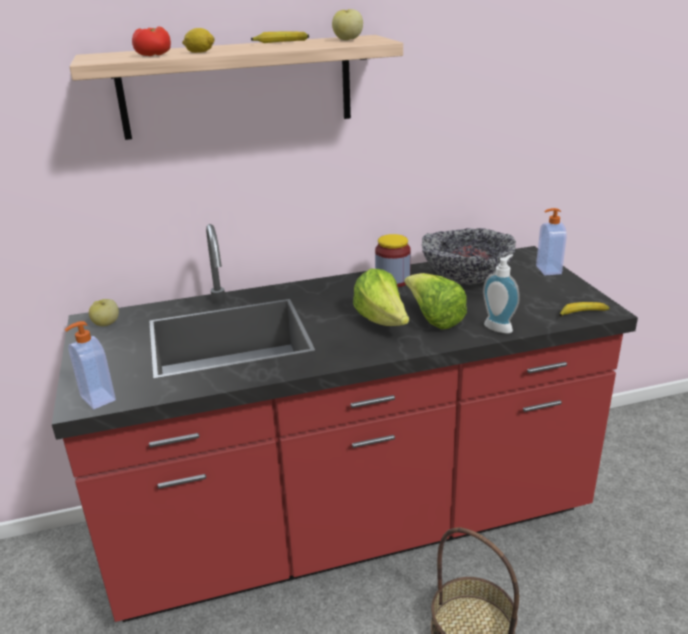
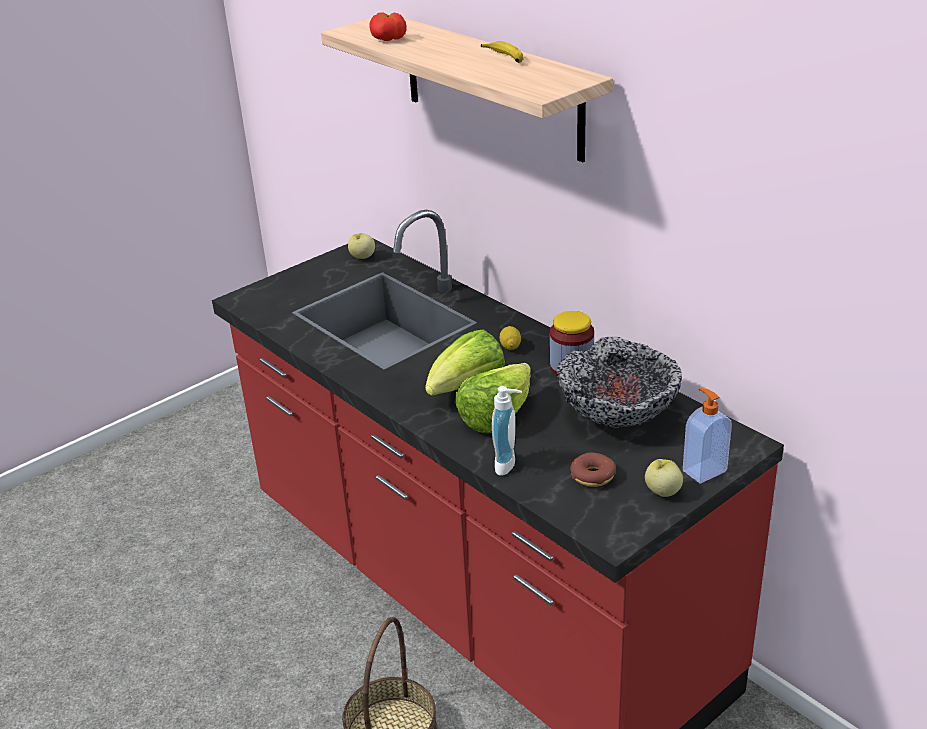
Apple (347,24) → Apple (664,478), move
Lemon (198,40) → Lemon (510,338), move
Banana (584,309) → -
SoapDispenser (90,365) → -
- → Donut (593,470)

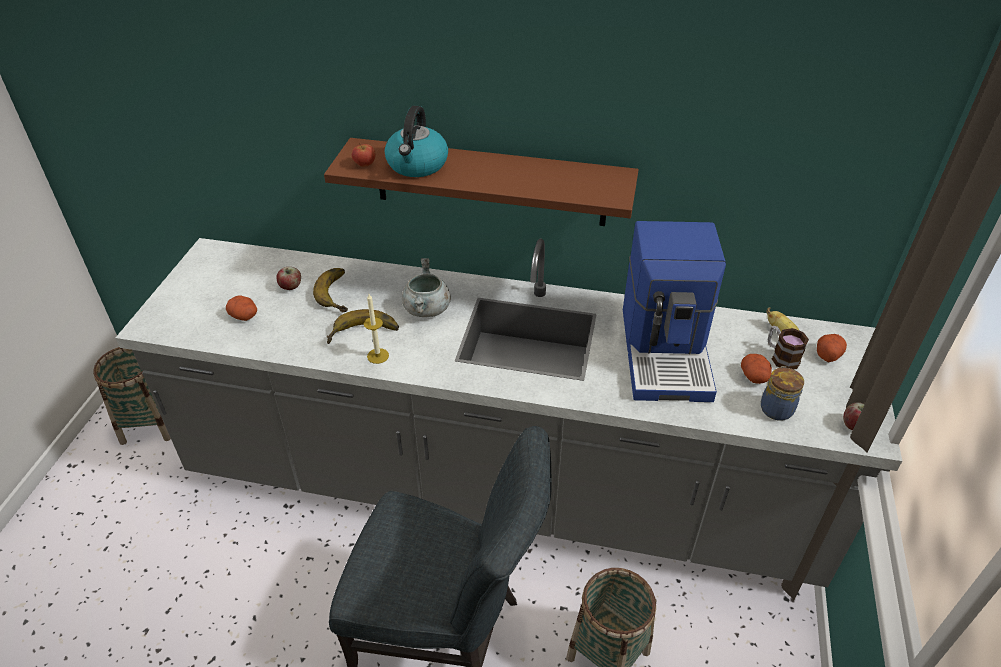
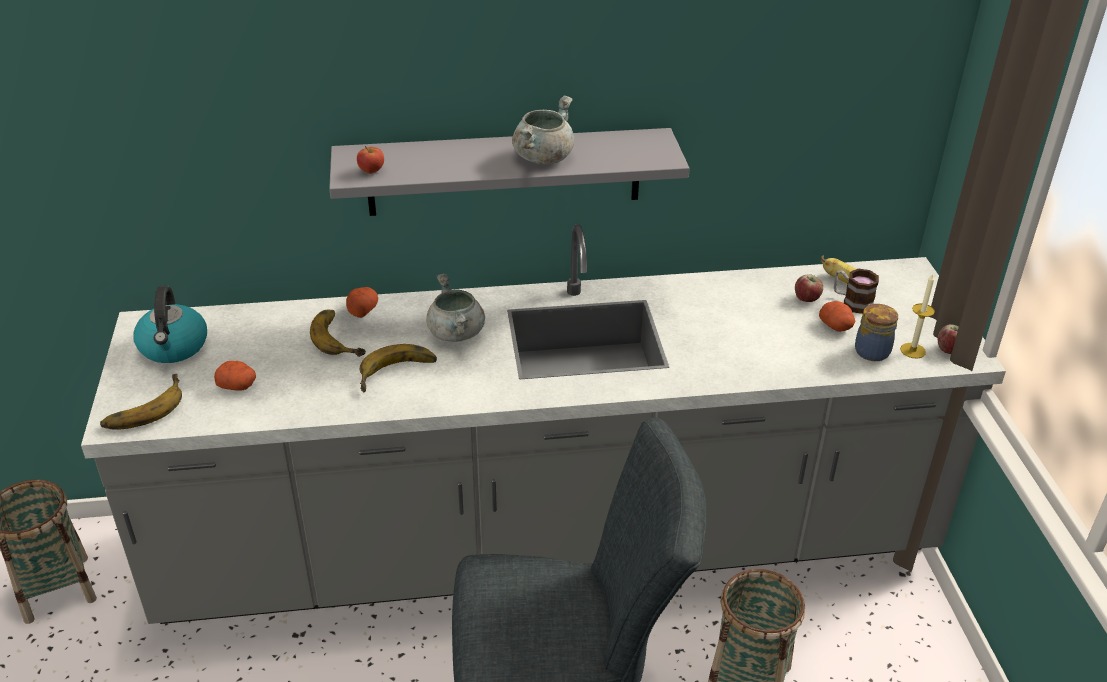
Kettle (416,141) → Kettle (170,324), move
BrownShelf (481,182) → GreyShelf (509,172)
CoffeeMachine (674,311) → -
Apple (288,278) → Apple (809,288), move
Candle (376,329) → Candle (917,316), move
Potato (832,348) → Potato (362,302), move
- → GreyCookingPot (543,129)
- → Banana (141,402)

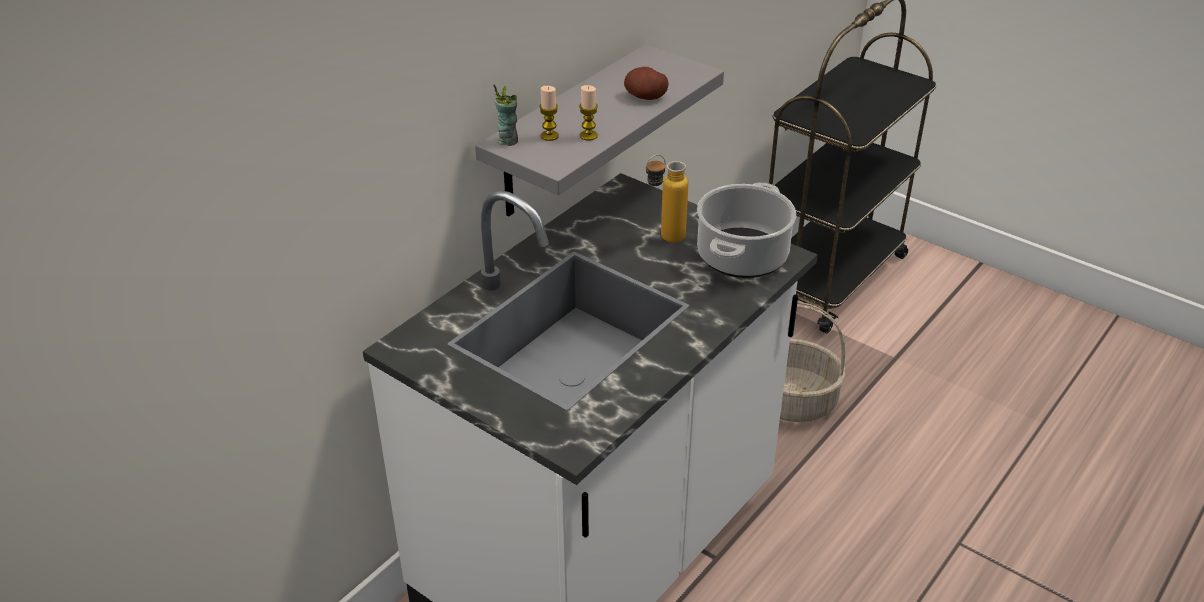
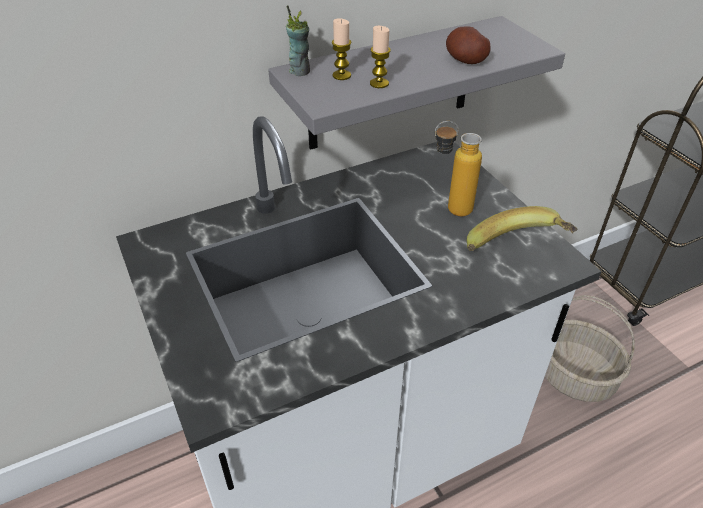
CookingPot (746,230) → Banana (522,228)

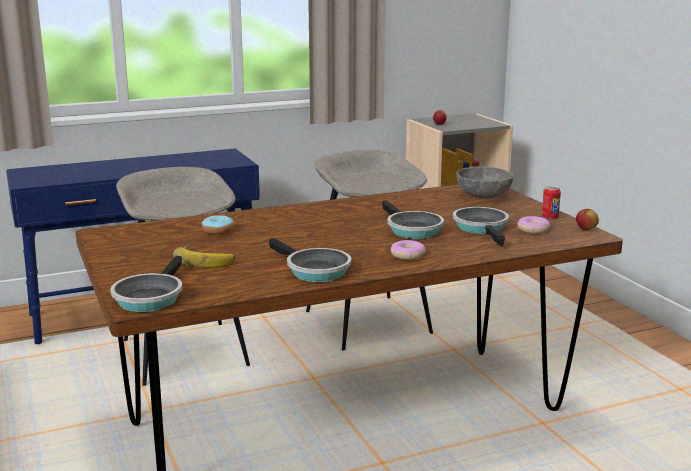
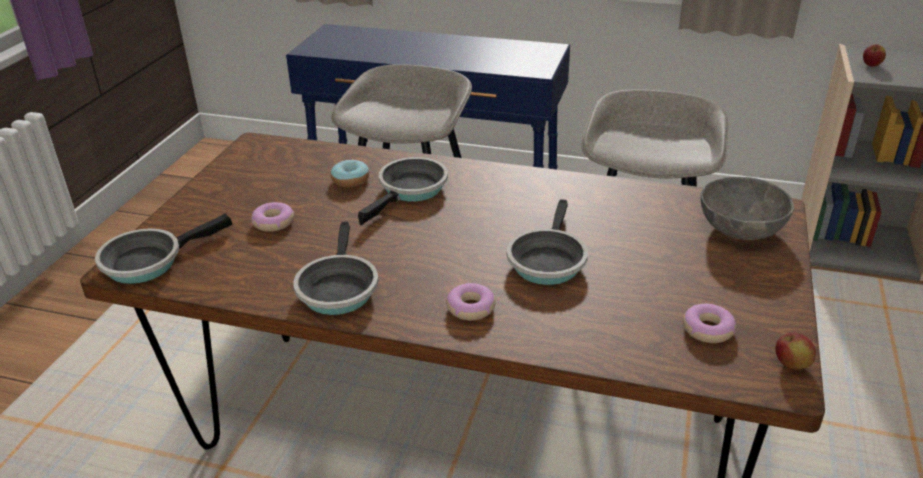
Can (551,203) → -
FryingPan (481,227) → FryingPan (403,191), move
Banana (204,255) → Donut (272,217)

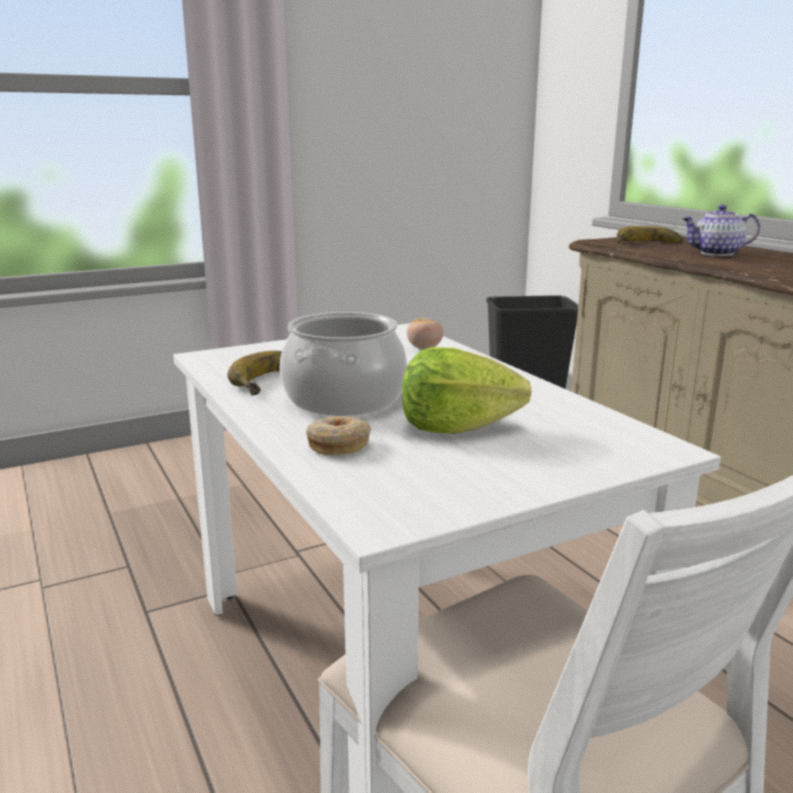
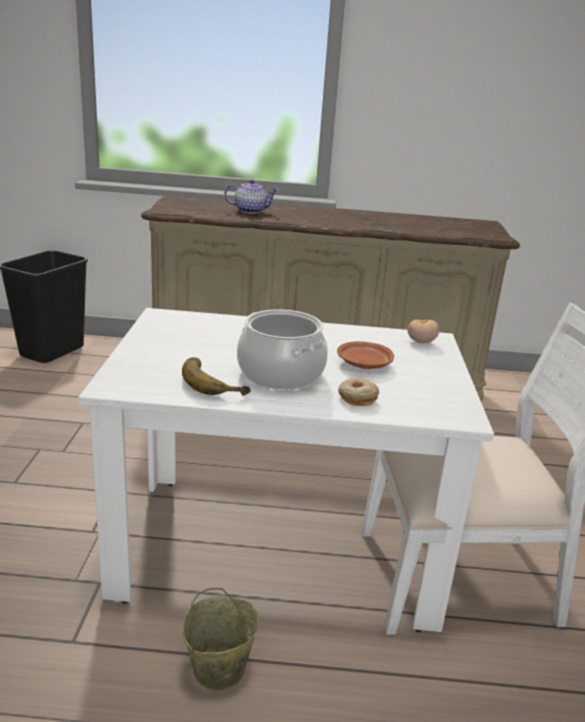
Teapot (720,230) → Teapot (251,196), 120 degrees counterclockwise
Banana (650,234) → -
Tomato (425,334) → Tomato (423,331), move
Lettuce (467,390) → BrownPlate (365,355)
- → BeigeBucket (220,639)

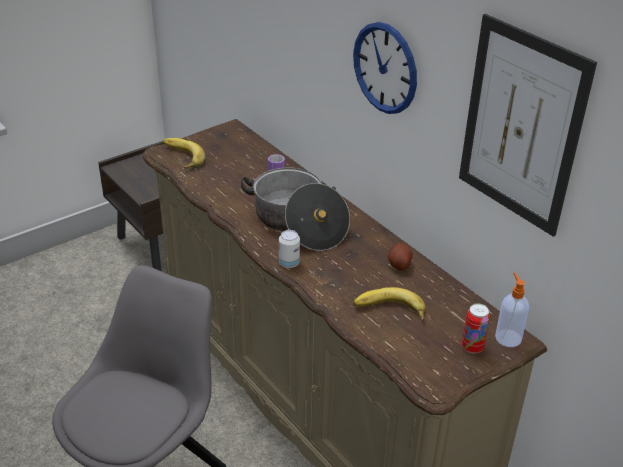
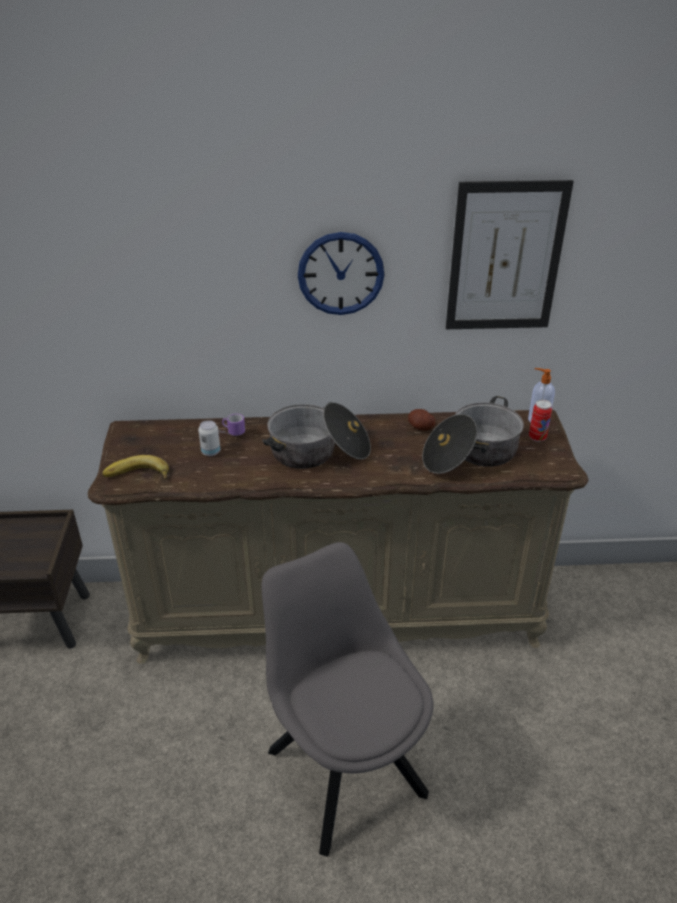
Can (289,249) → Can (209,438), move
Banana (389,304) → CookingPot (473,435)

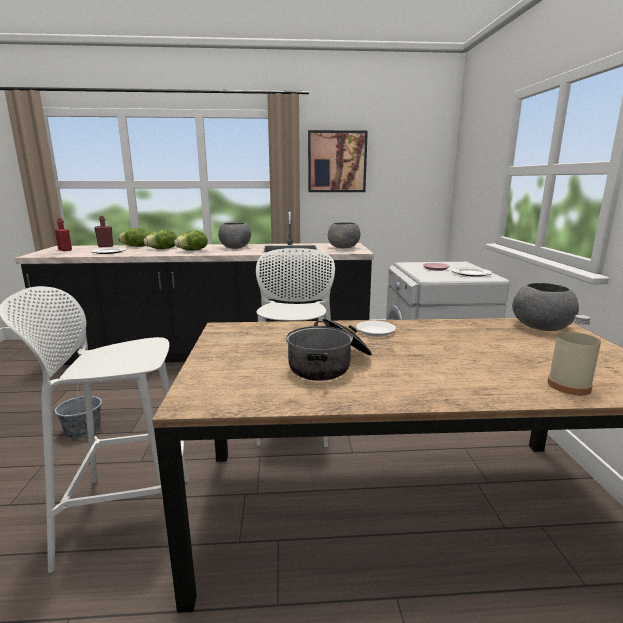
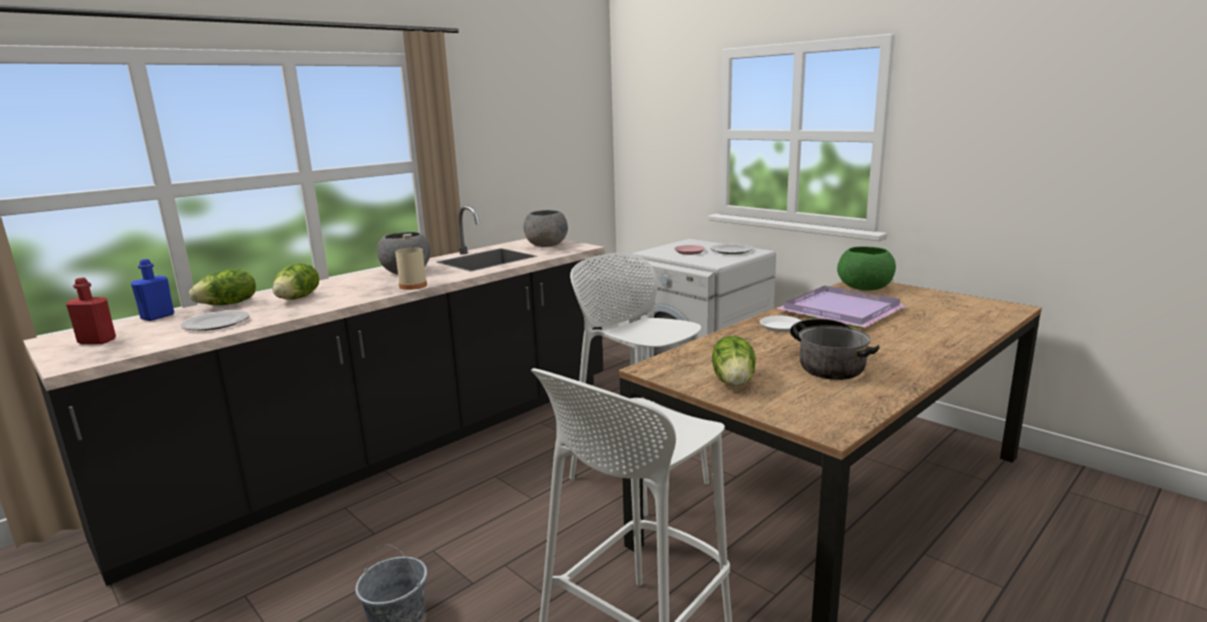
Picture (338,161) → -
RedBottle (104,231) → BlueBottle (152,290)
Lettuce (191,241) → Lettuce (734,361), move
GreyBowl (545,307) → GreenBowl (866,269)
BeigeBottle (574,355) → BeigeBottle (411,262), move
- → PurpleTray (841,307)

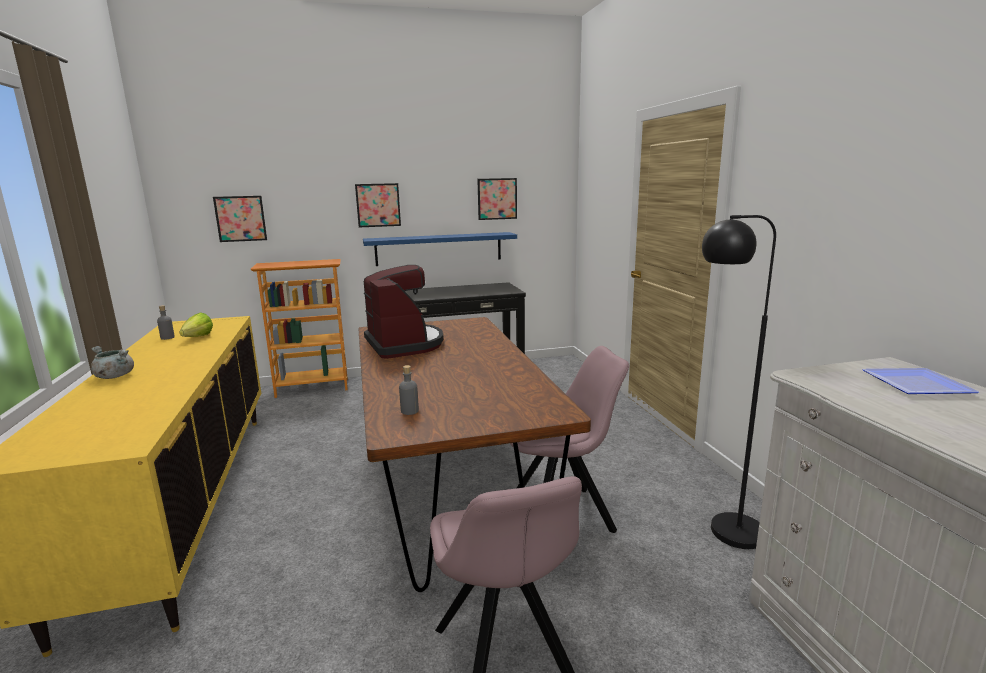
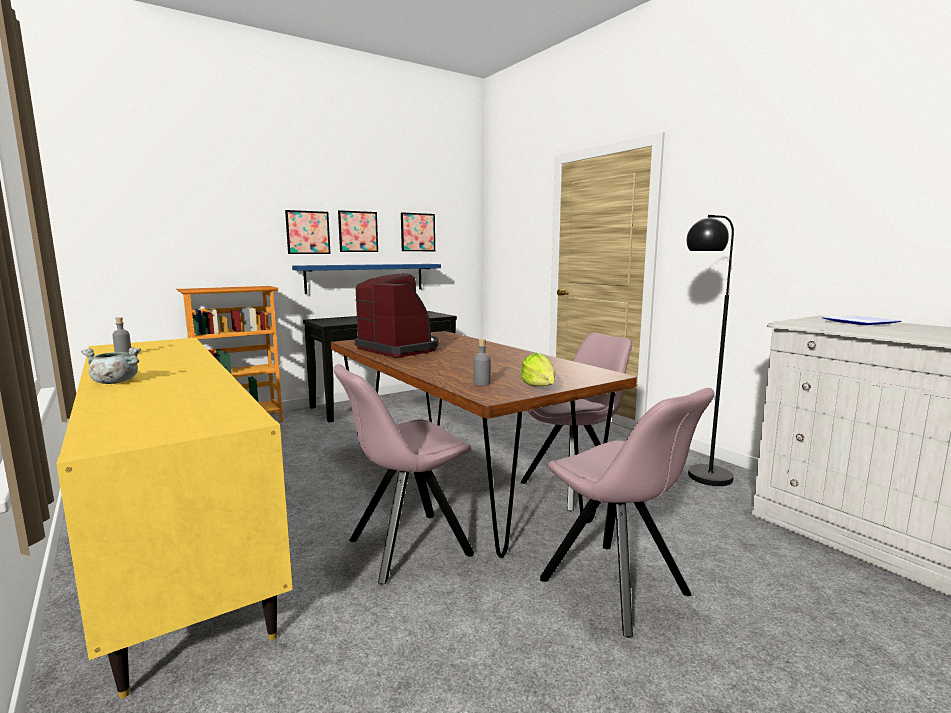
Picture (240,219) → Picture (358,231), move
Lettuce (196,324) → Lettuce (537,369), move
- → PinkChair (403,474)

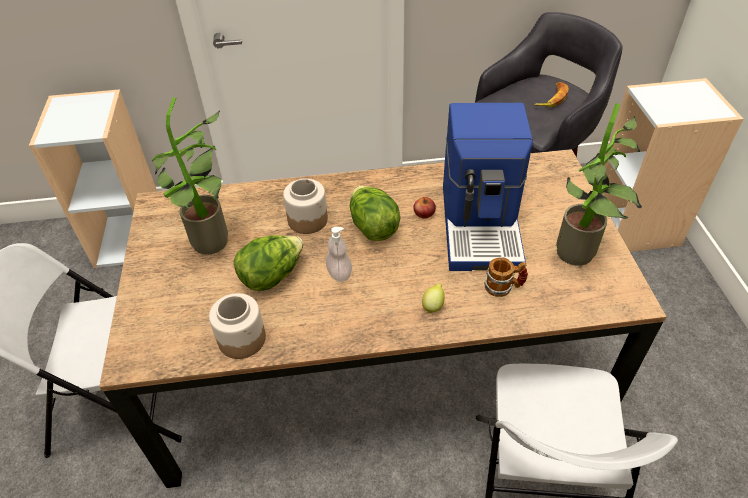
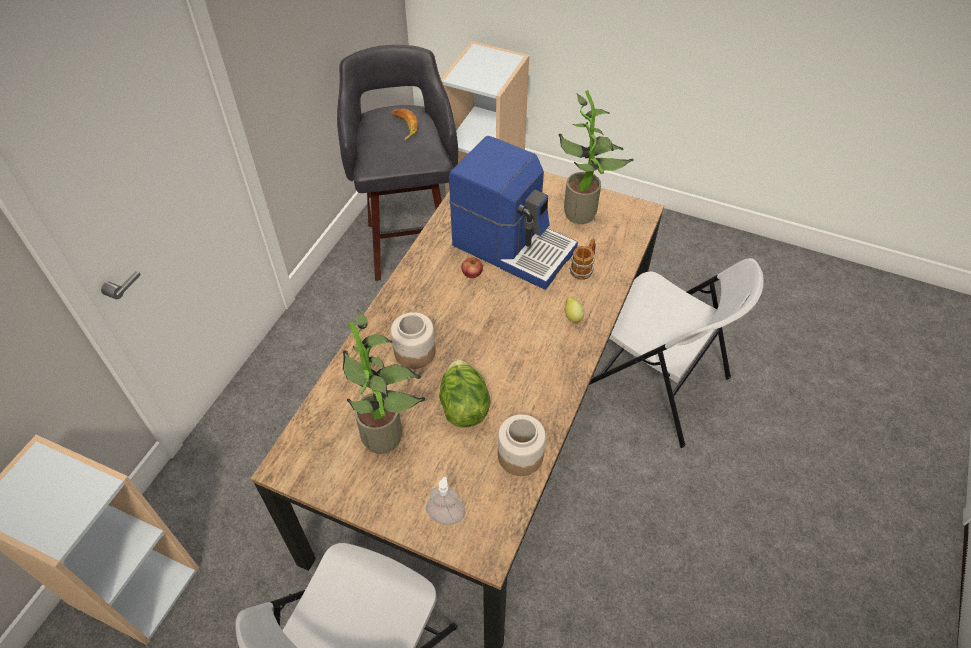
Lettuce (375,213) → -
SoapDispenser (339,254) → SoapDispenser (445,501), move

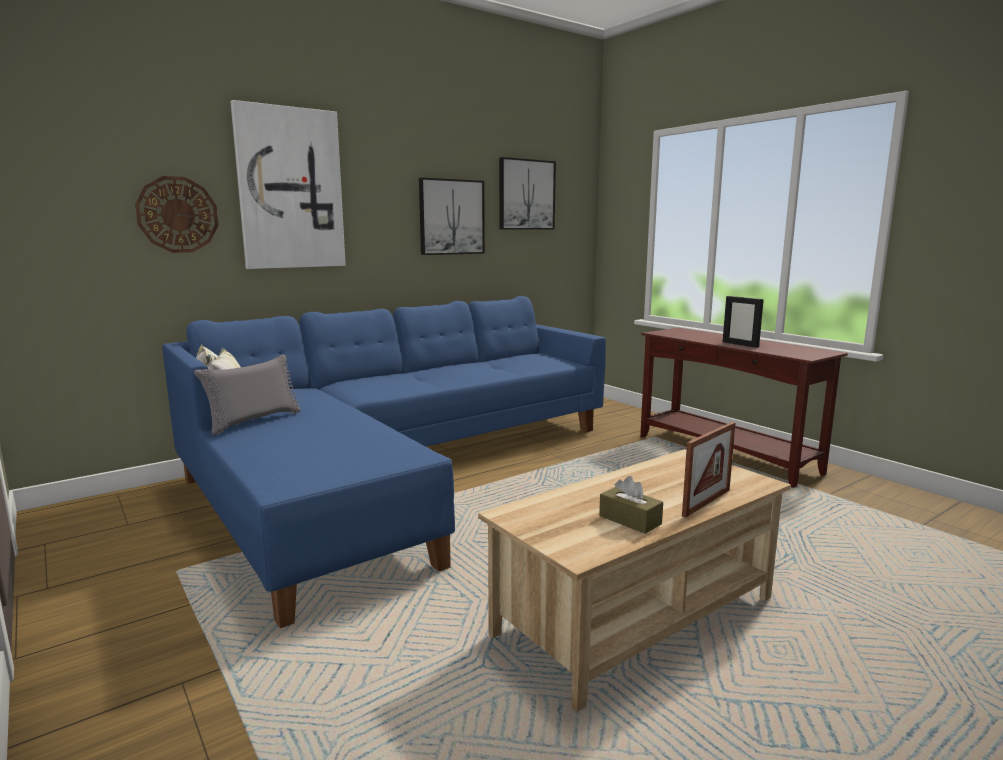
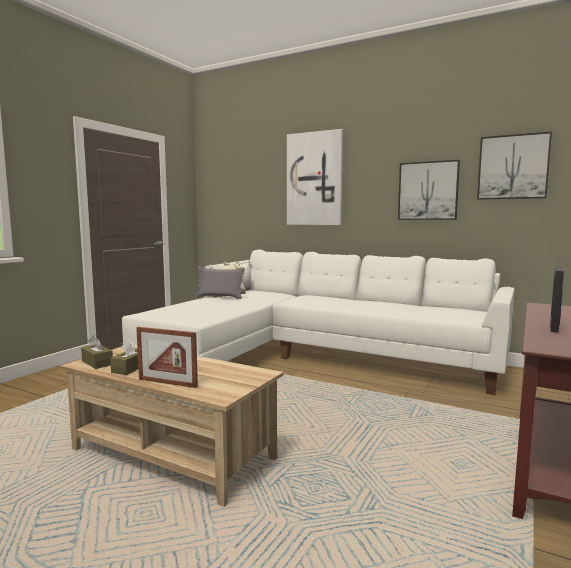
WallClock (177,214) → -
BlueSofa (384,462) → WhiteSofa (318,322)
- → BrownTissueBox (97,352)

